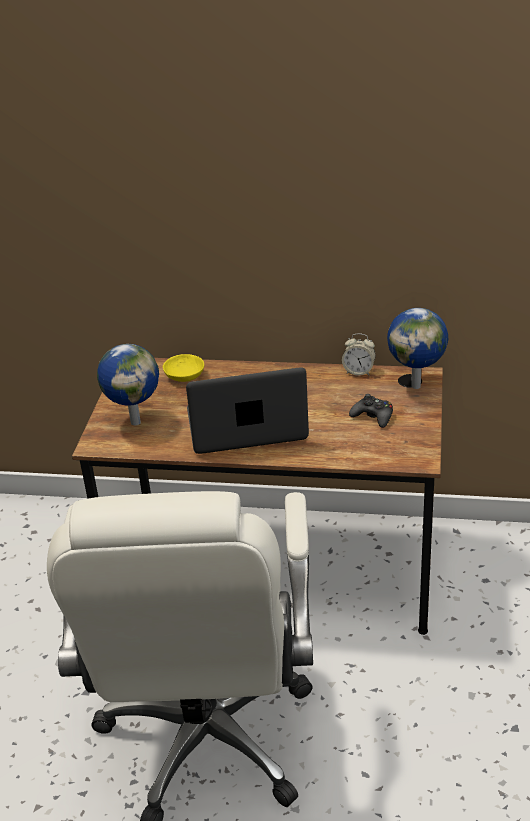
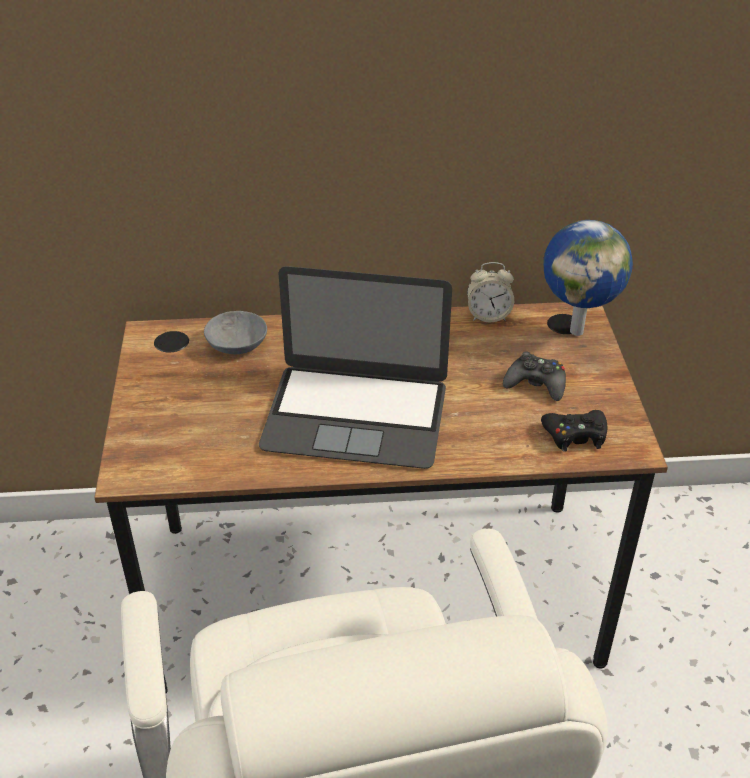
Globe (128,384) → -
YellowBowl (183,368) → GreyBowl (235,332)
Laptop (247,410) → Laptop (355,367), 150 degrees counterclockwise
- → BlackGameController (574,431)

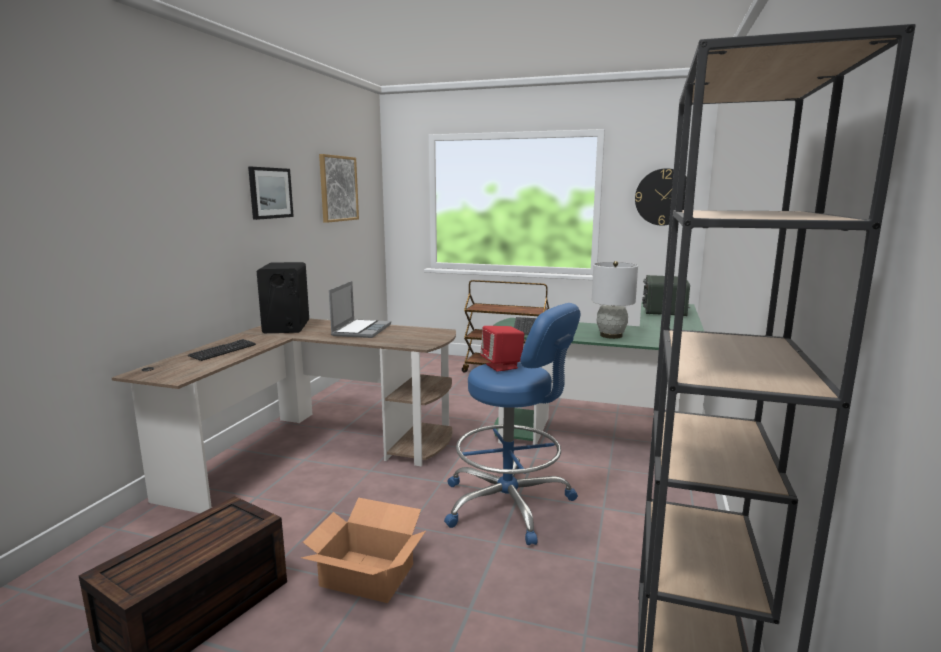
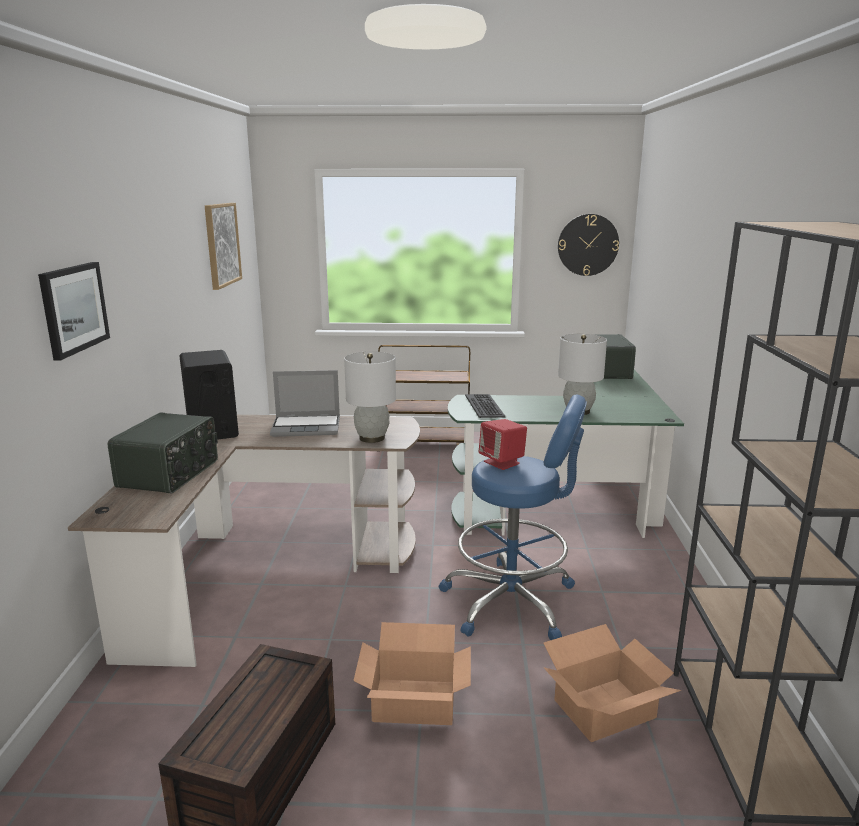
Picture (271,193) → Picture (74,311), move
Laptop (360,309) → Laptop (305,403), 90 degrees clockwise
Keyboard (222,350) → Radio (163,453)
- → WhiteTableLamp (370,397)
- → CardboardBox (612,683)

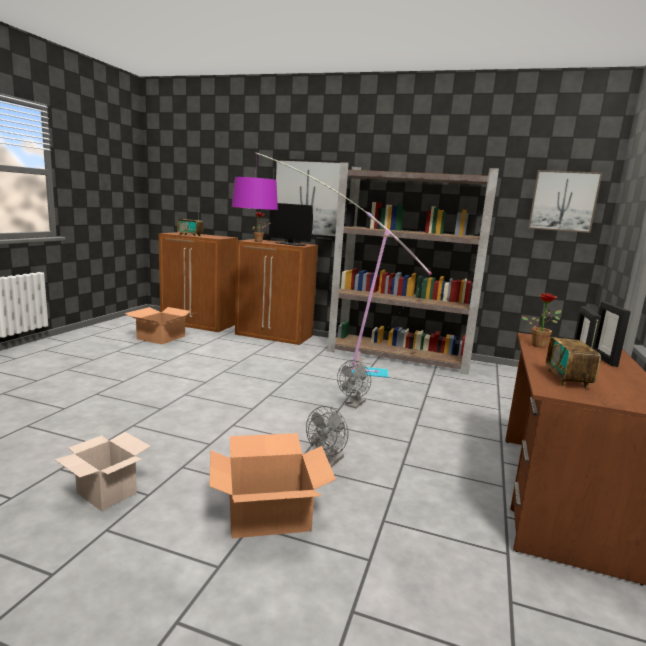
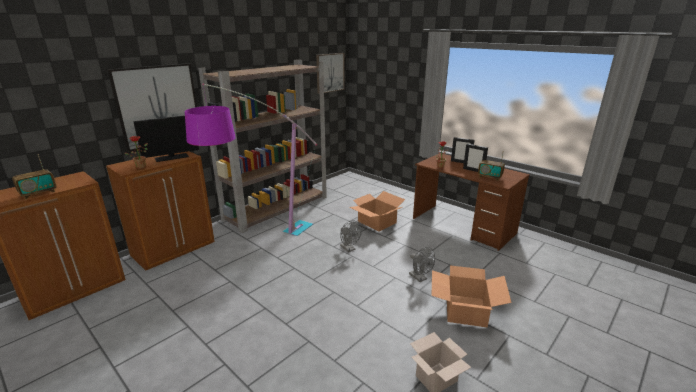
CardboardBox (159,325) → CardboardBox (377,211), move

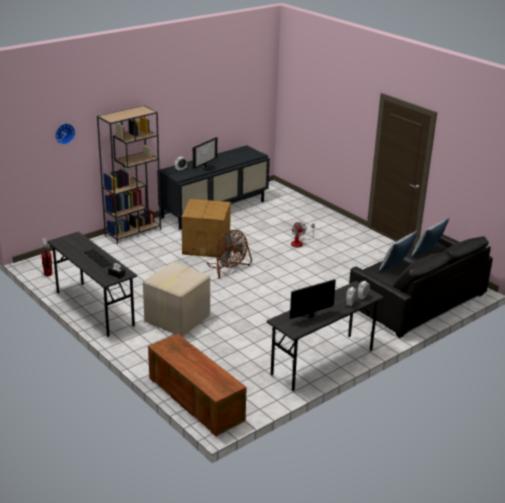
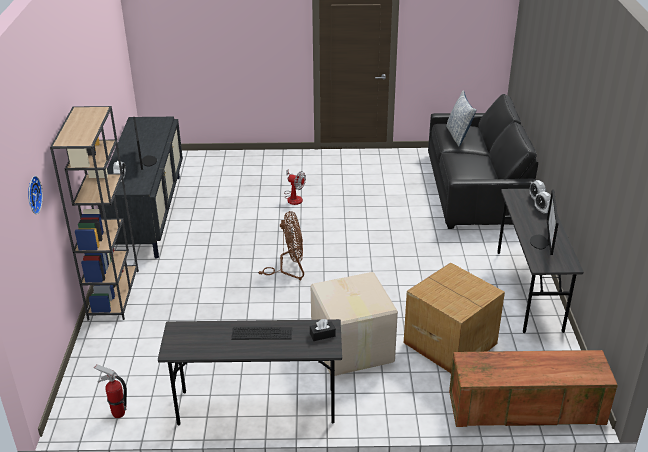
CardboardBox (206,228) → CardboardBox (454,318), move
Pillow (398,251) → -

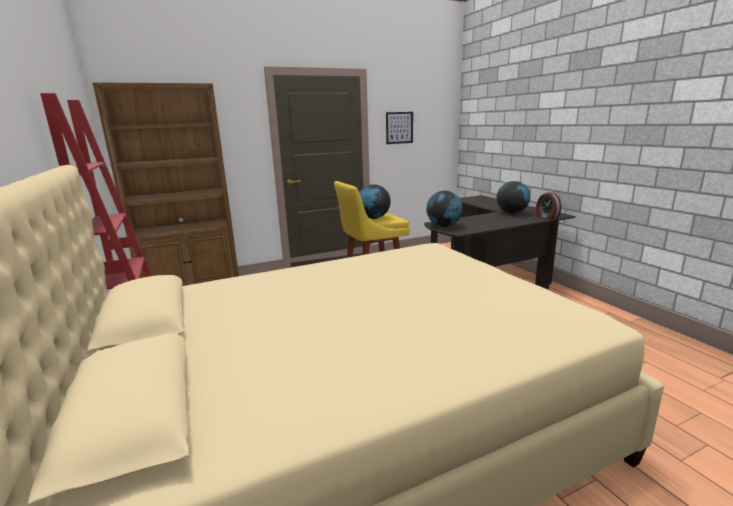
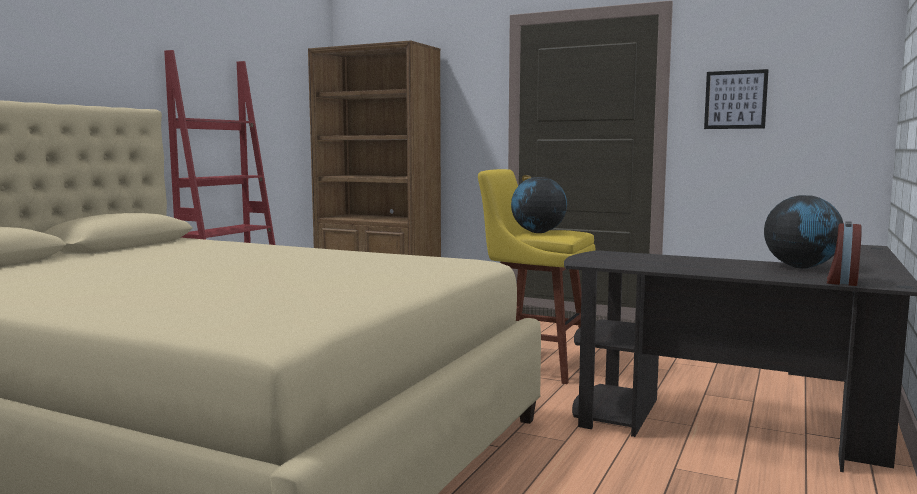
Globe (444,209) → -

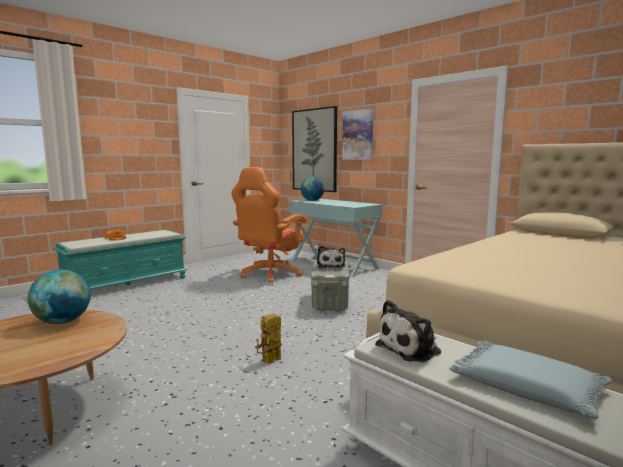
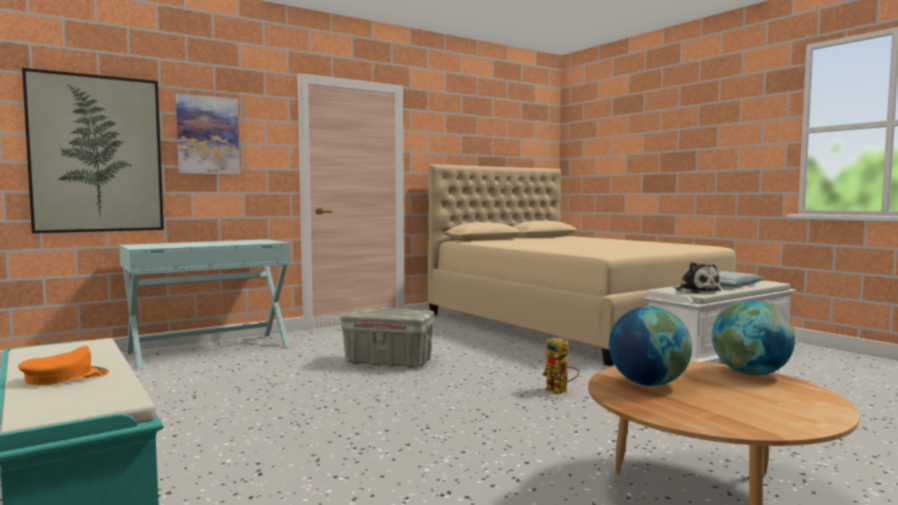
OrangeOfficeChair (269,225) → -
Globe (313,189) → Globe (753,337), move
PlushToy (331,256) → -

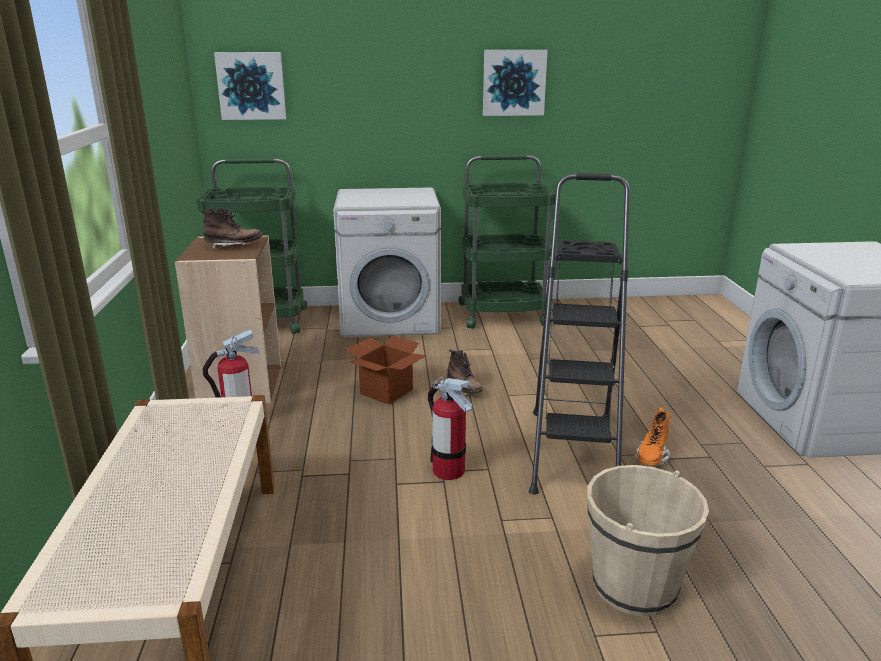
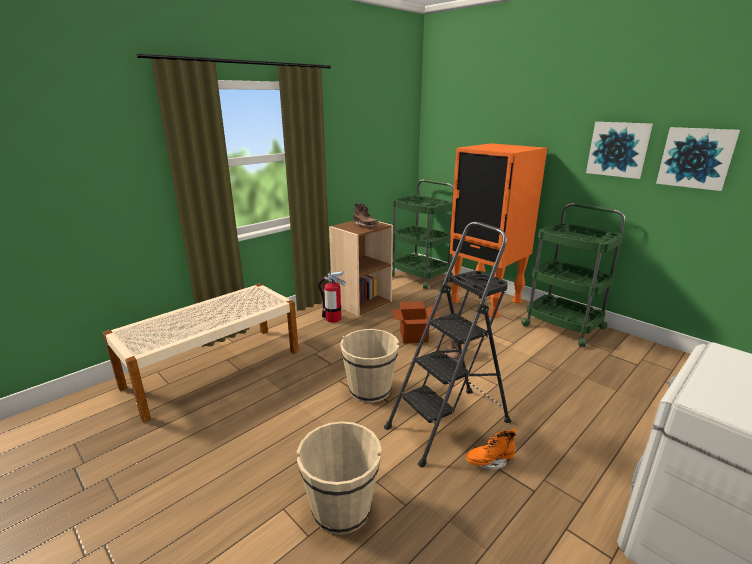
Picture (250,86) → Picture (698,159), move
WhiteWashingMachine (387,262) → OrangeCabinet (498,230)
FireExtinguisher (450,428) → BeigeBucket (369,366)

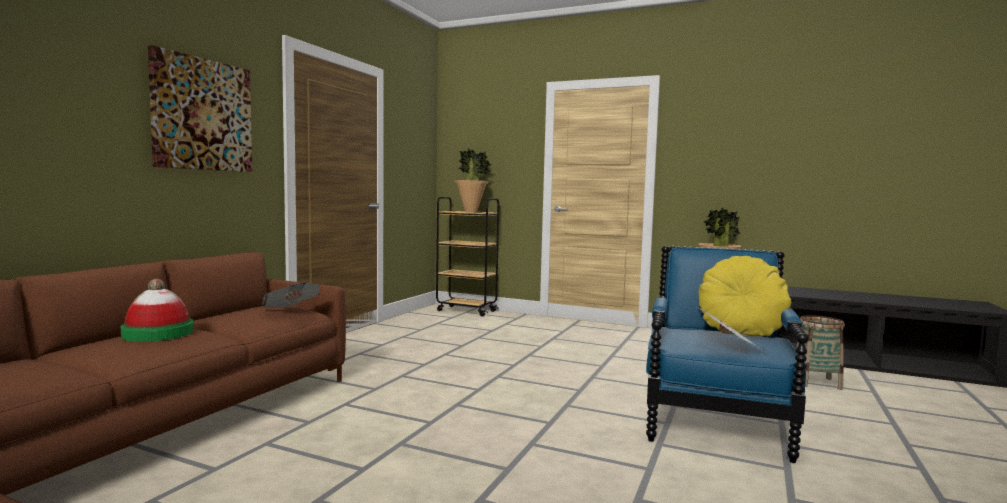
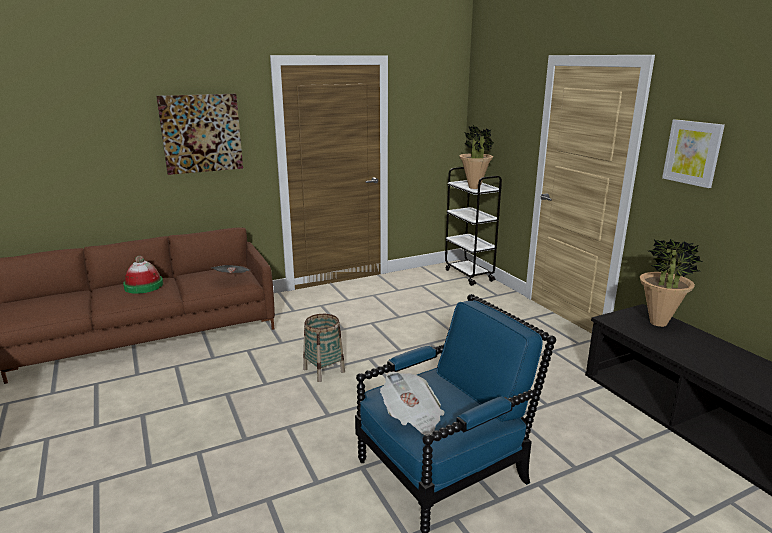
BrownCart (467,257) → WhiteCart (473,226)
YellowPillow (744,296) → -
Basket (821,352) → Basket (324,348), move
- → Picture (693,153)

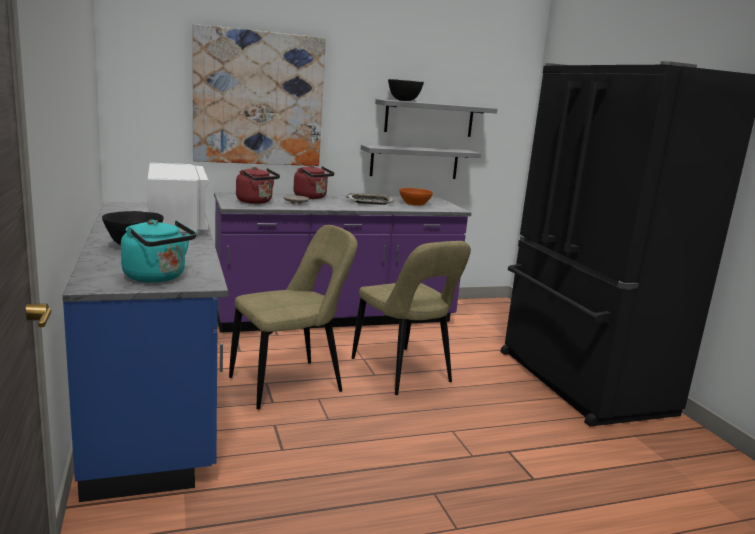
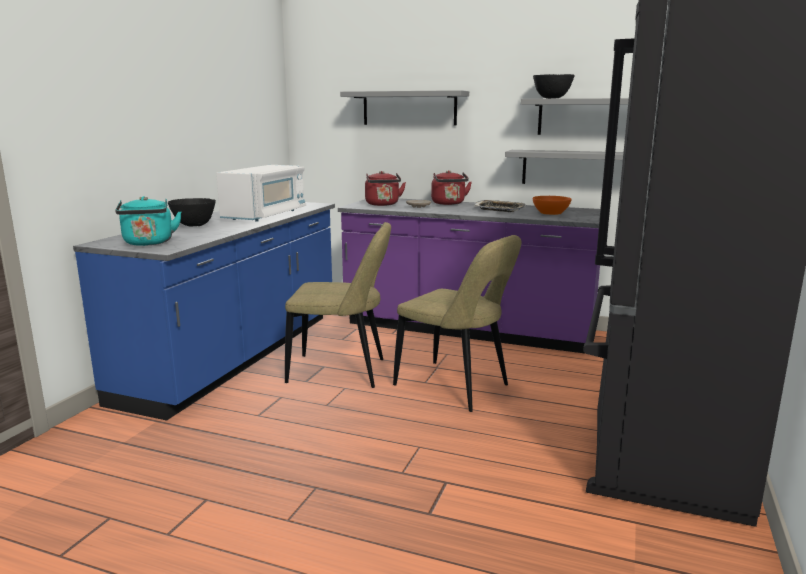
Picture (259,95) → GreyShelf (404,108)
BeigeChair (411,318) → BeigeChair (457,323), 60 degrees counterclockwise

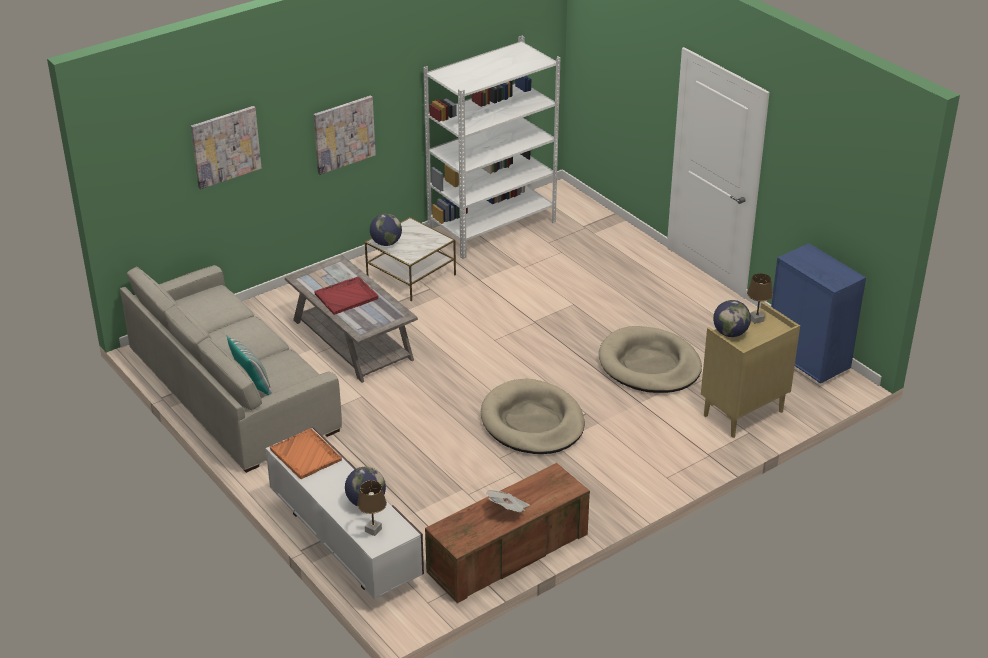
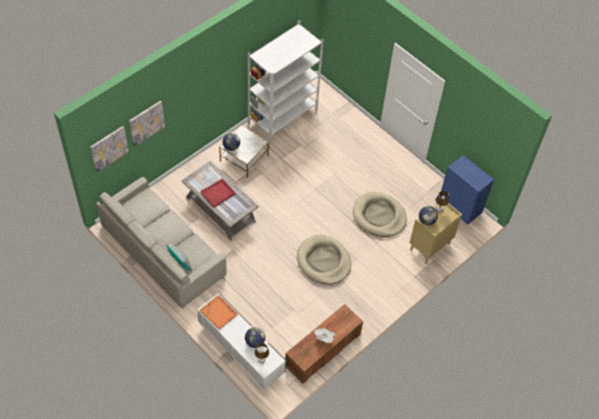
Picture (345,135) → Picture (109,149), move

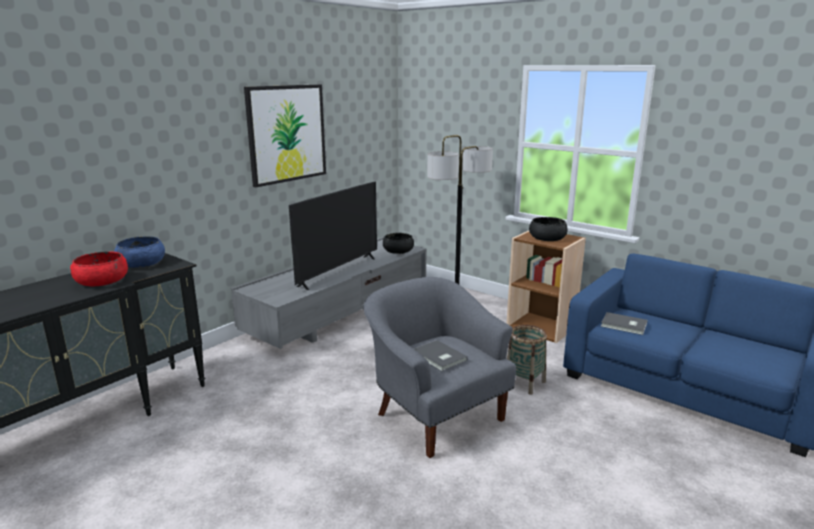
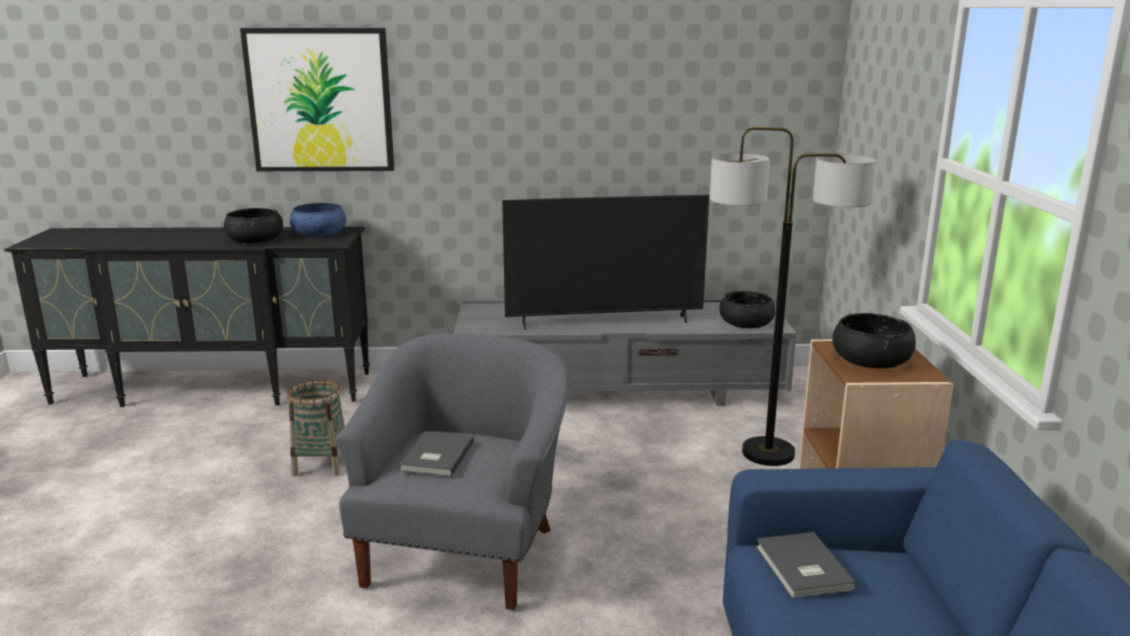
Picture (285,135) → Picture (317,99), move
RedBowl (99,268) → BlackBowl (253,225)
Basket (527,360) → Basket (315,427), move

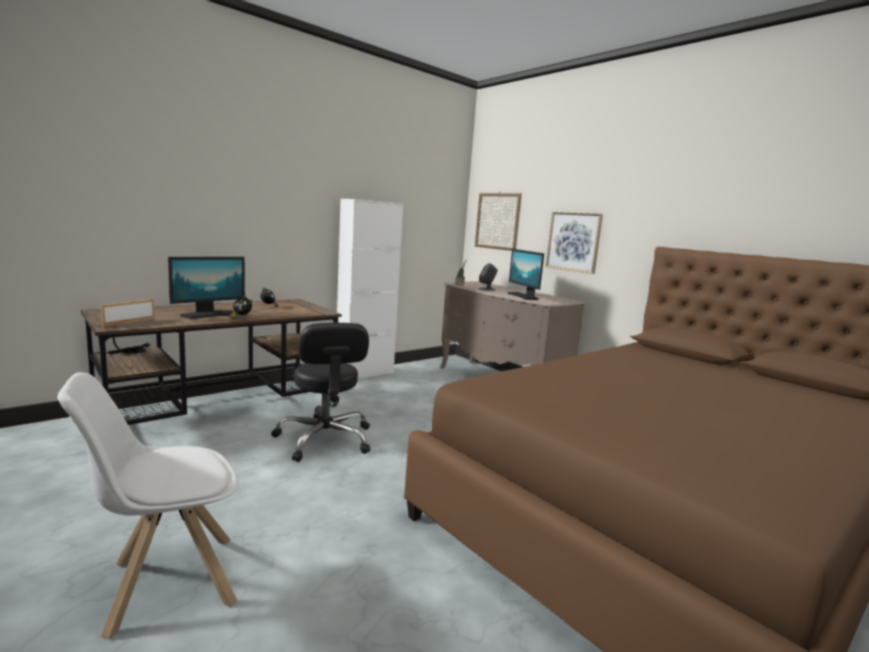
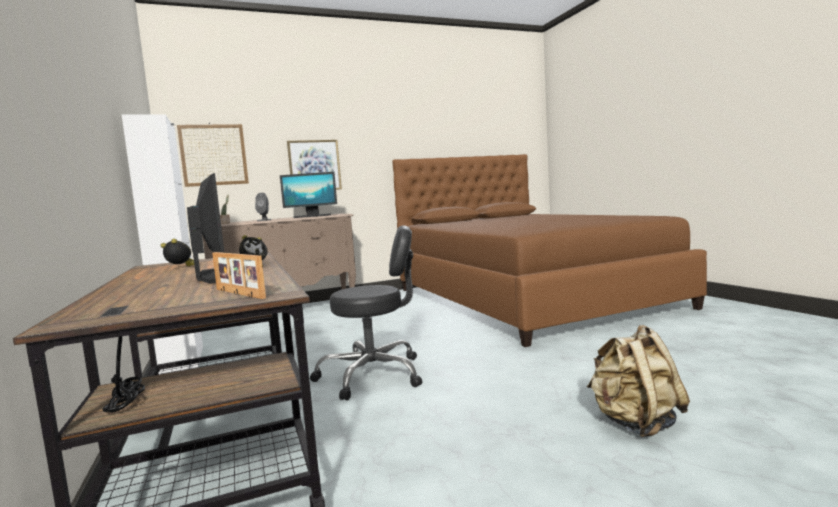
WhiteChair (147,506) → BeigeBackpack (638,381)

